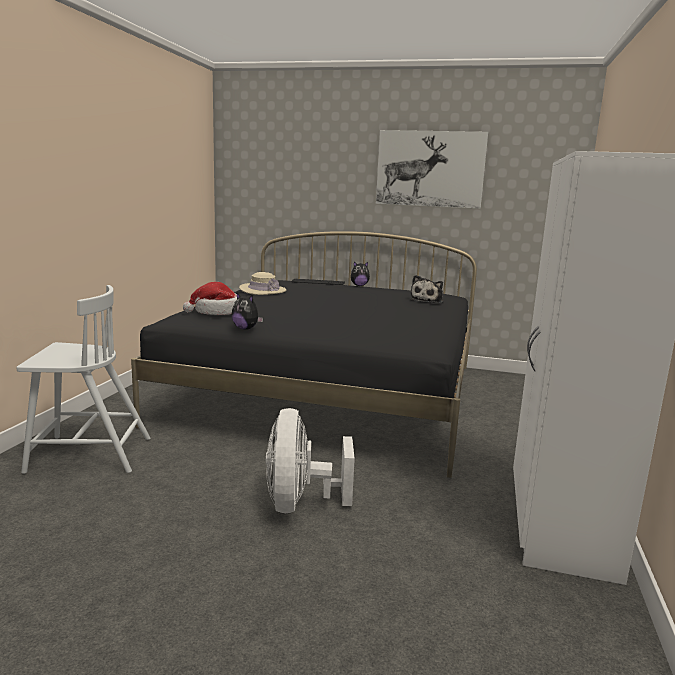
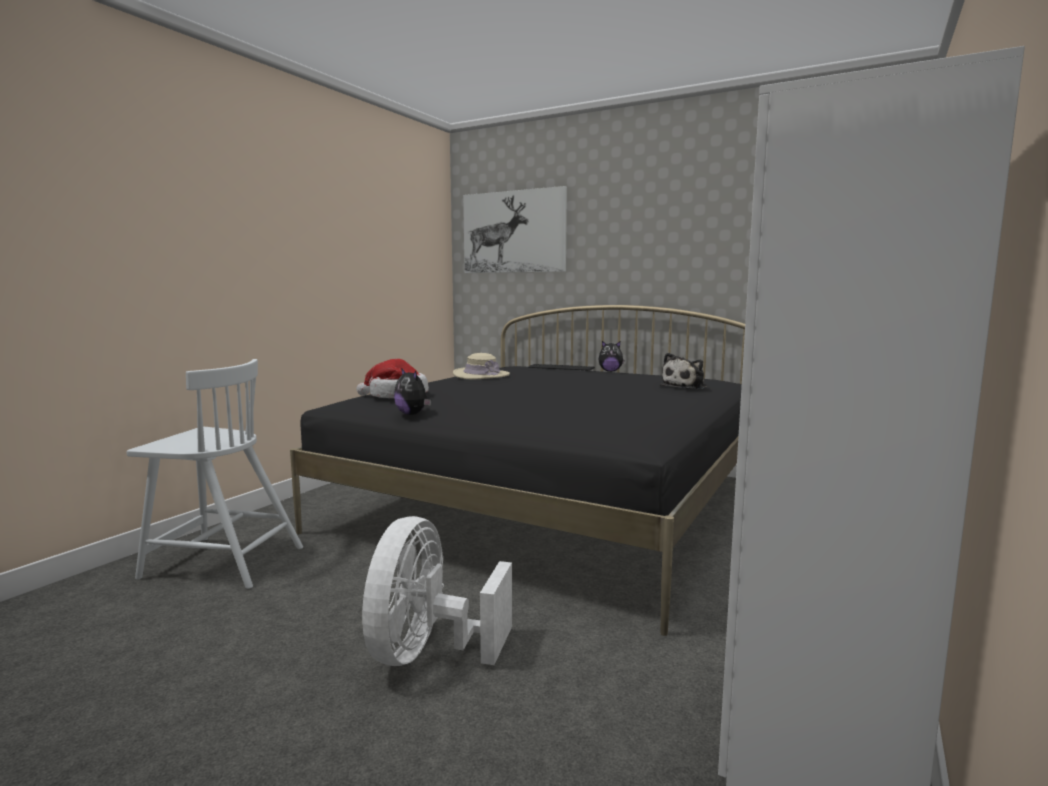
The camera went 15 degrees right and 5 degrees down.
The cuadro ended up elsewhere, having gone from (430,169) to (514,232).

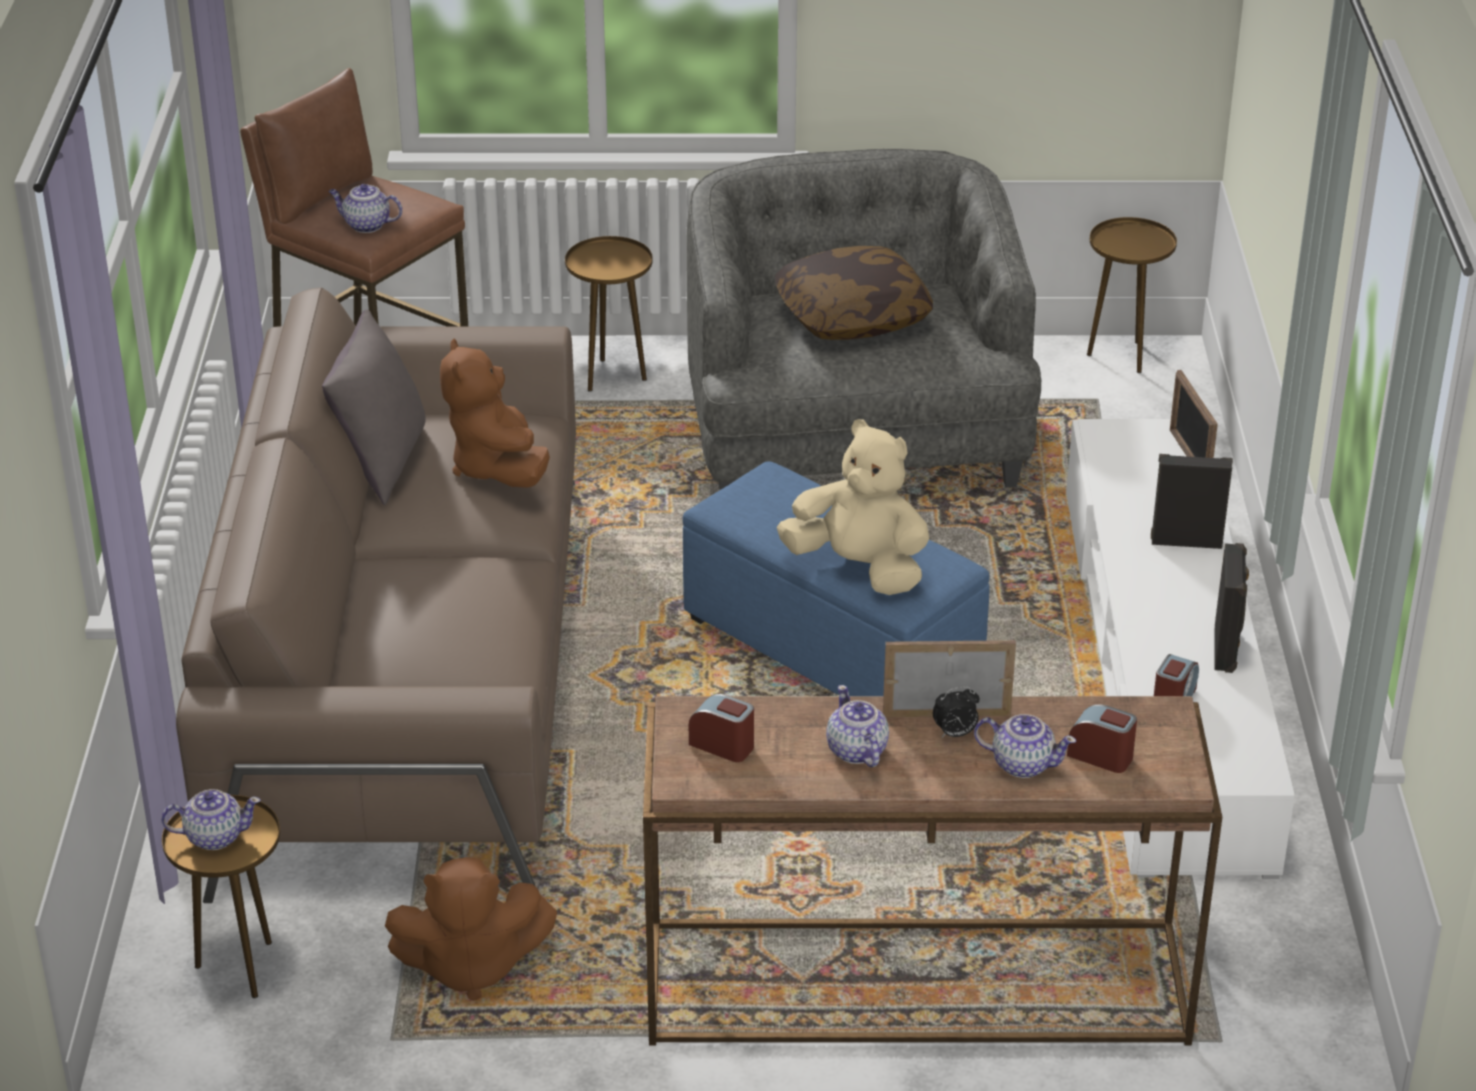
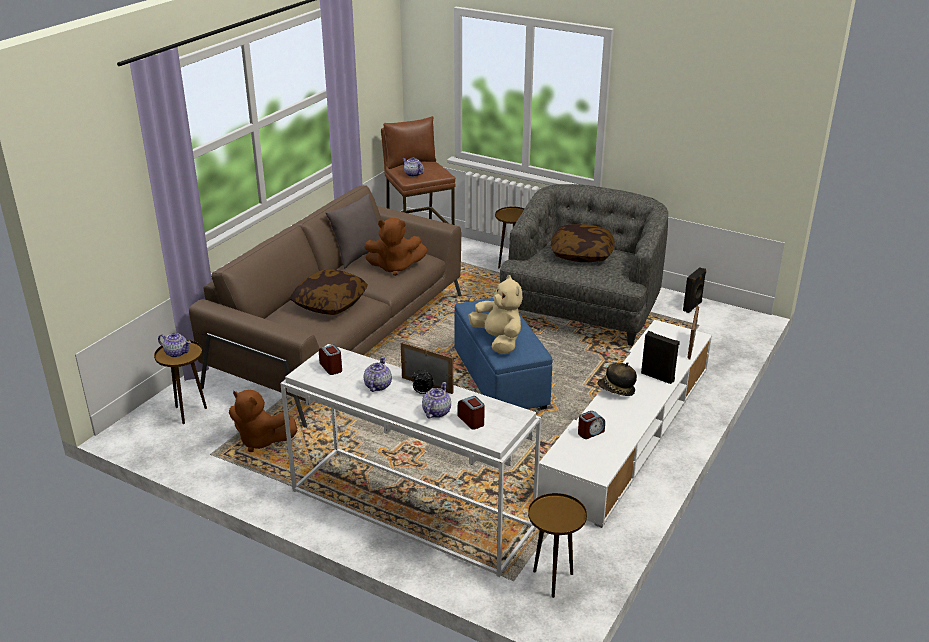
The camera went 30 degrees right and 5 degrees down.
The second view gained the cojín at (330,303).
The second view gained the sombrero at (616,390).
The mesa auxiliar/marrón ended up elsewhere, having gone from (1122,356) to (553,580).
The altavoz/negro ended up elsewhere, having gone from (1226,649) to (693,307).
What was the mesa consola/marrón at (912,987) turned into the mesa consola/blanco at (409,509).
The peluche/marrón at (497,467) ended up facing another way, 105 degrees counterclockwise from before.
The tetera at (1022,764) ended up facing another way, 120 degrees counterclockwise from before.

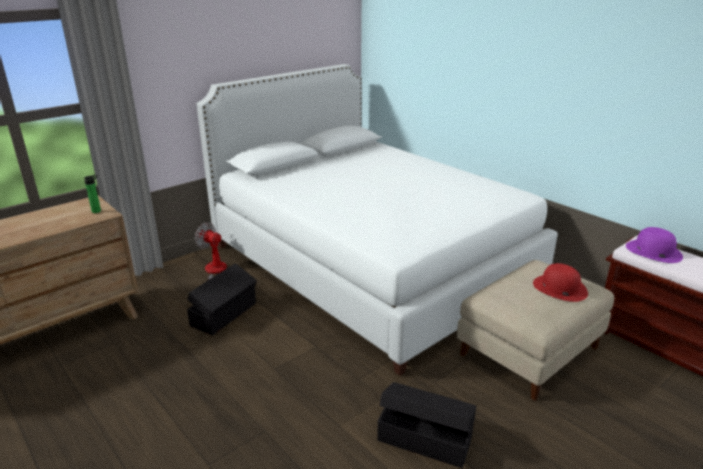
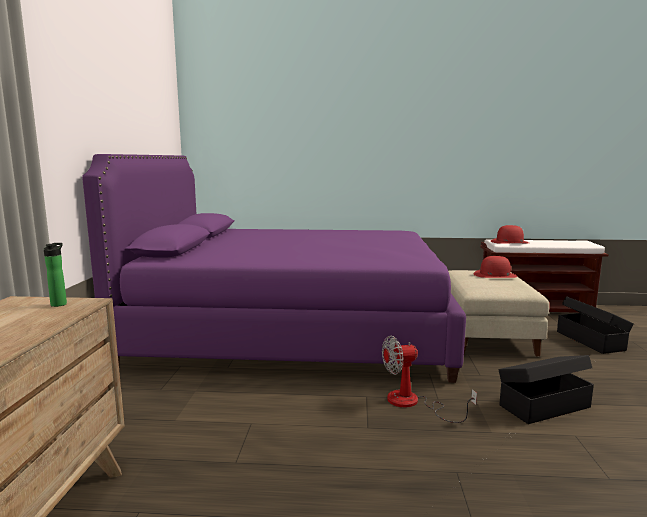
The camera went 45 degrees left and 15 degrees down.
The caja de almacenaje/negro ended up elsewhere, having gone from (225,314) to (590,340).
The ventilador ended up elsewhere, having gone from (215,272) to (413,403).
What was the cama/blanco at (370,264) turned into the cama/morado at (293,332).
What was the sombrero/morado at (653,251) turned into the sombrero/rojo at (509,242).

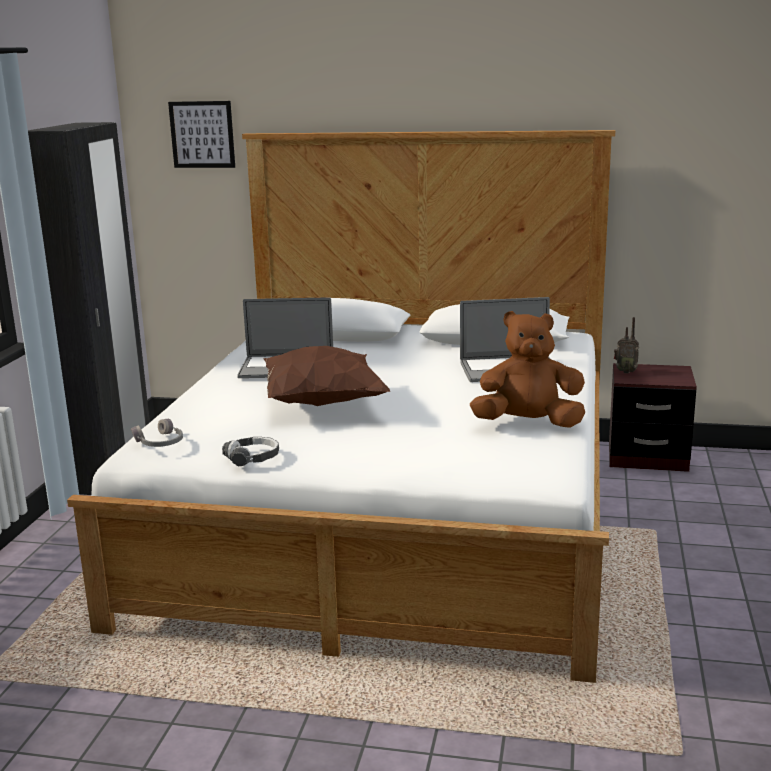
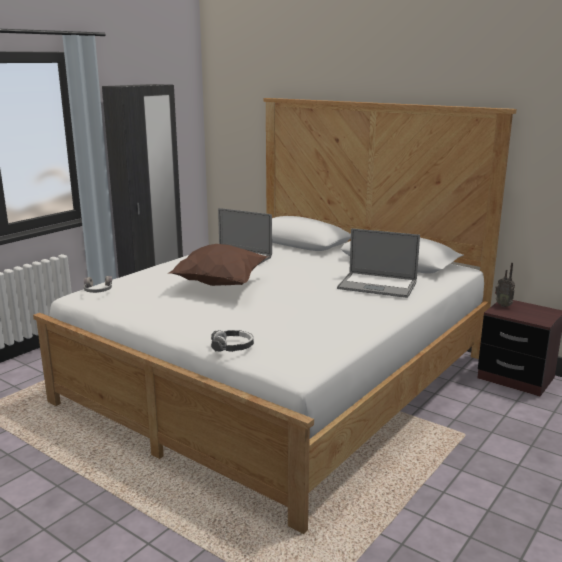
The camera went 25 degrees right and 0 degrees up.
The second view lost the cuadro at (202,134).
The second view lost the peluche/marrón at (528,424).
The auriculares ended up elsewhere, having gone from (252,458) to (232,347).

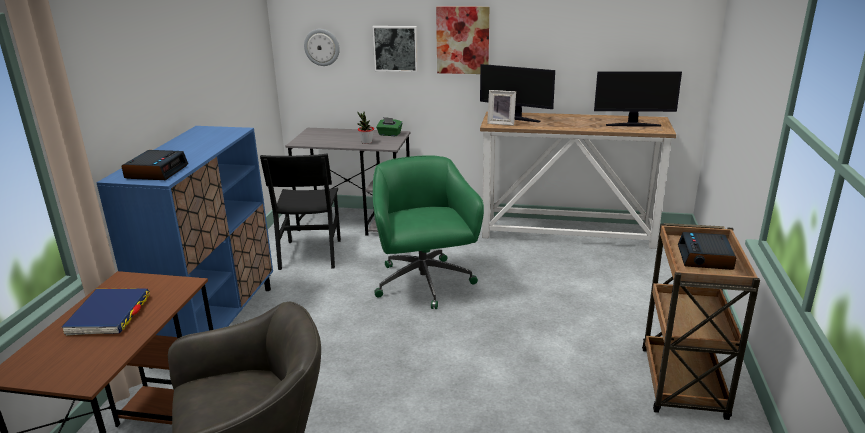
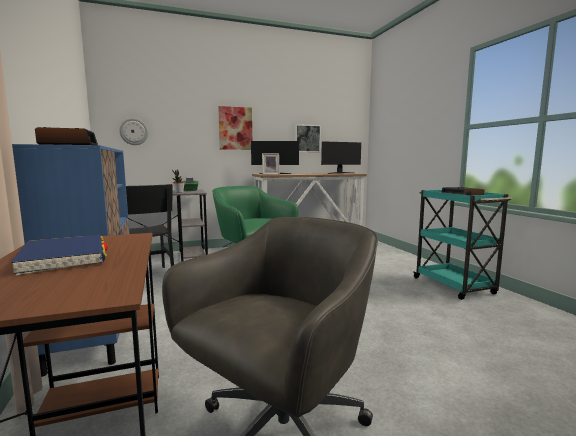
The camera went 30 degrees left and 15 degrees down.
The cuadro ended up elsewhere, having gone from (396,48) to (307,138).
What was the carrito/marrón at (683,384) turned into the carrito/turquesa at (454,286).

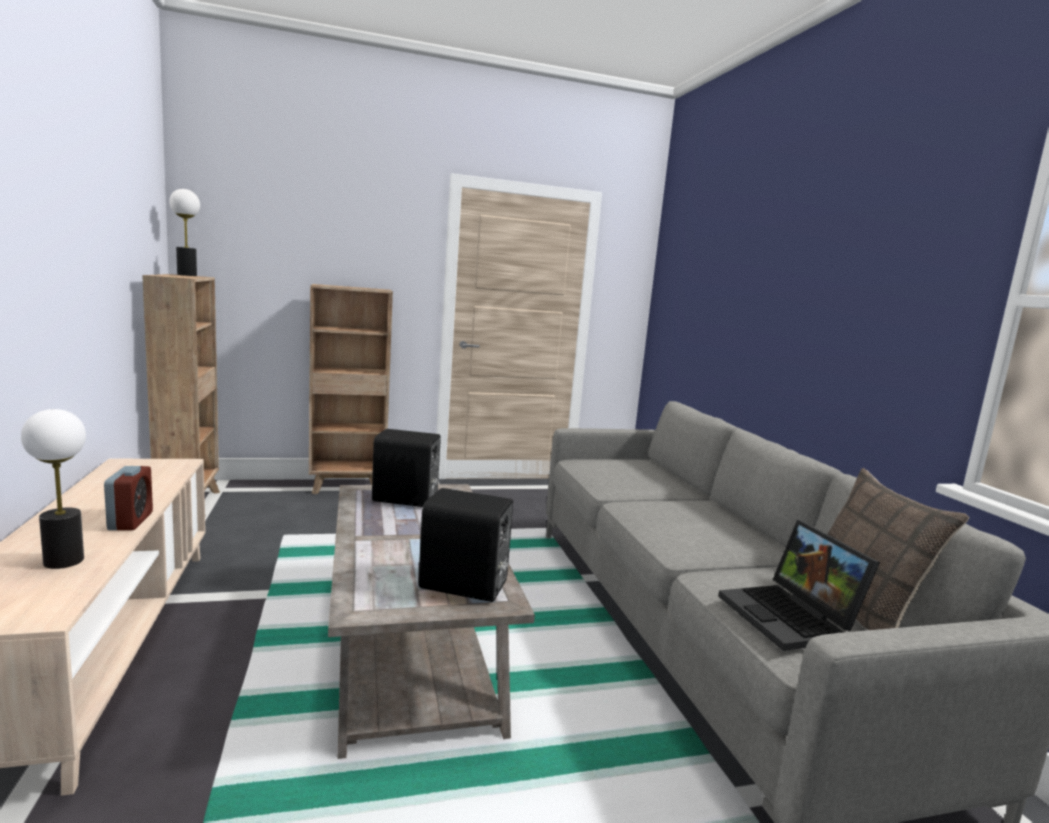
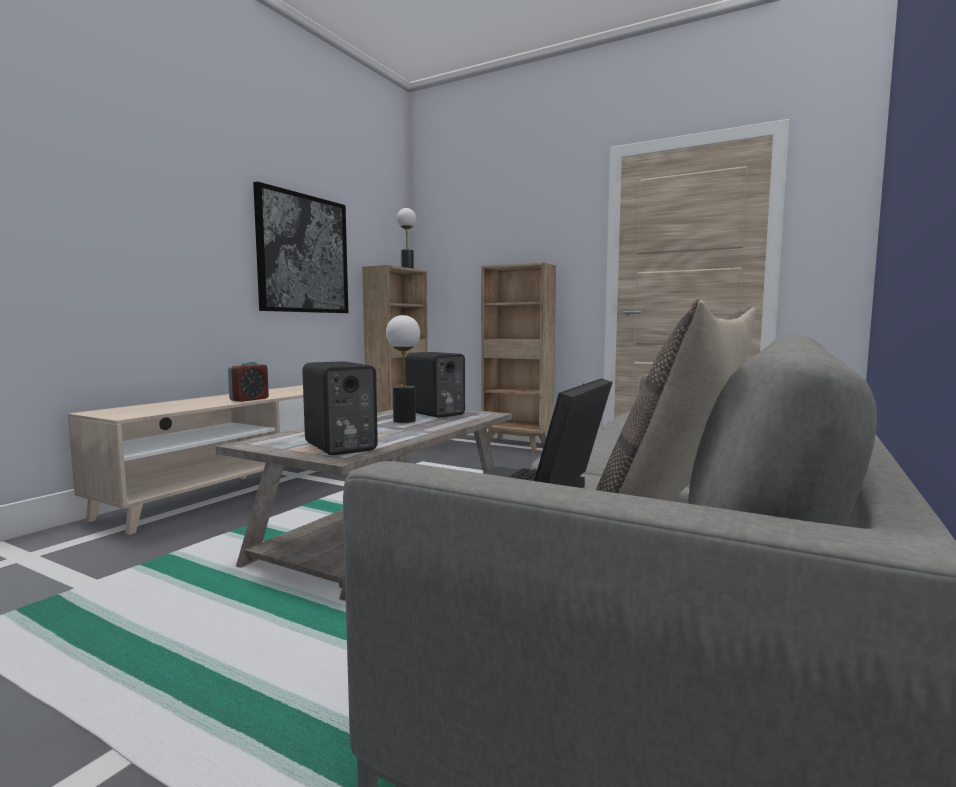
The camera went 45 degrees right and 5 degrees down.
The second view gained the cuadro at (303,254).
The lámpara de mesa ended up elsewhere, having gone from (63,561) to (404,421).

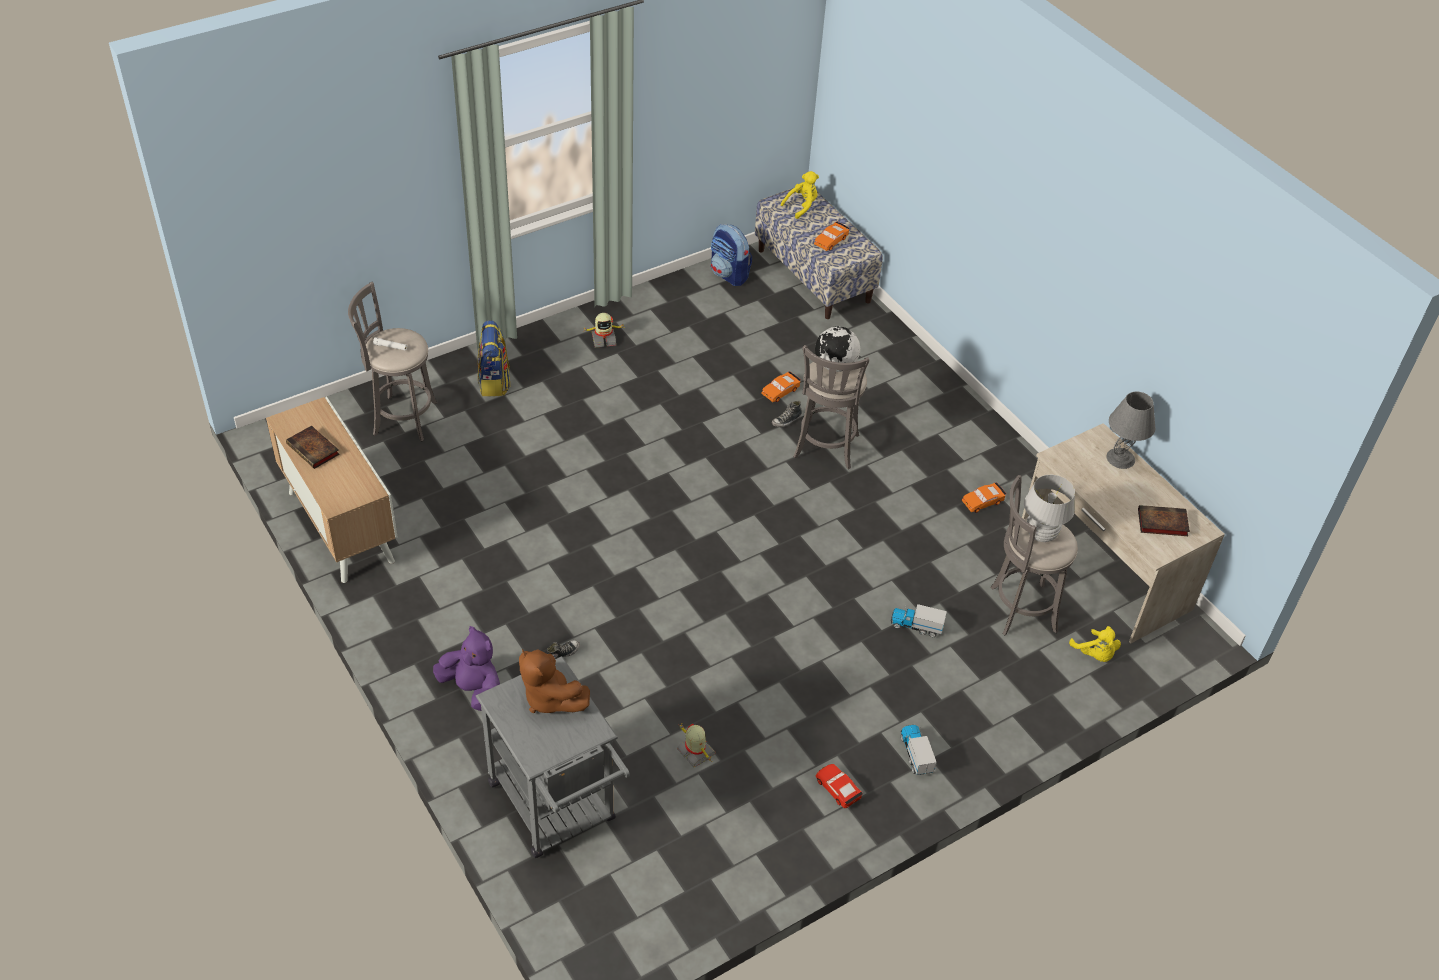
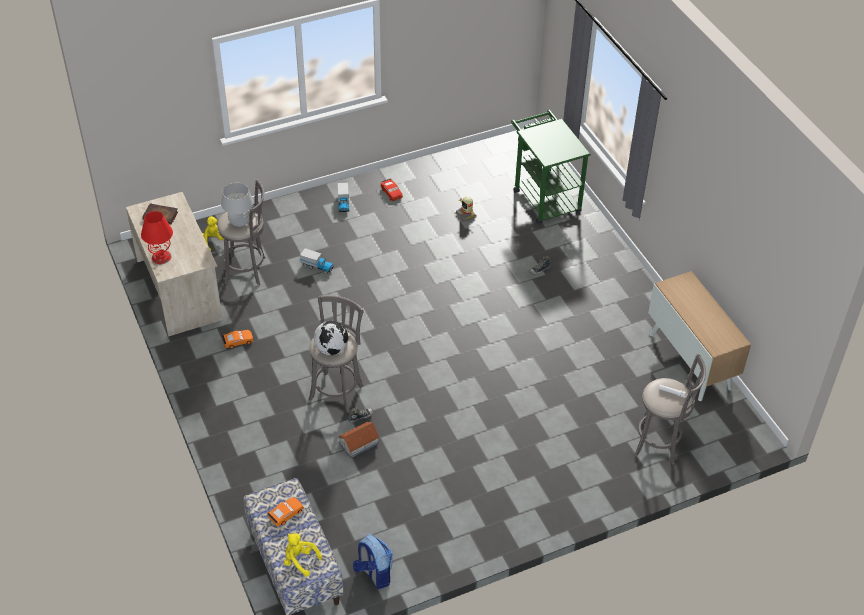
The camera went 170 degrees left and 0 degrees up.
The second view lost the libro at (314,450).
The second view lost the peluche/morado at (472,689).
The second view lost the mochila at (494,382).
The second view lost the peluche/marrón at (549,698).
The second view lost the robot de juguete at (603,339).
Where the coche de juguete/naranja stood at (780,391), the casita came to stand at (358,443).
What was the carrito/gris at (557,809) turned into the carrito/verde at (543,197).
What was the lámpara de mesa/gris at (1120,458) turned into the lámpara de mesa/rojo at (161,257).
The peluche/amarillo at (802,206) ended up facing another way, 60 degrees clockwise from before.

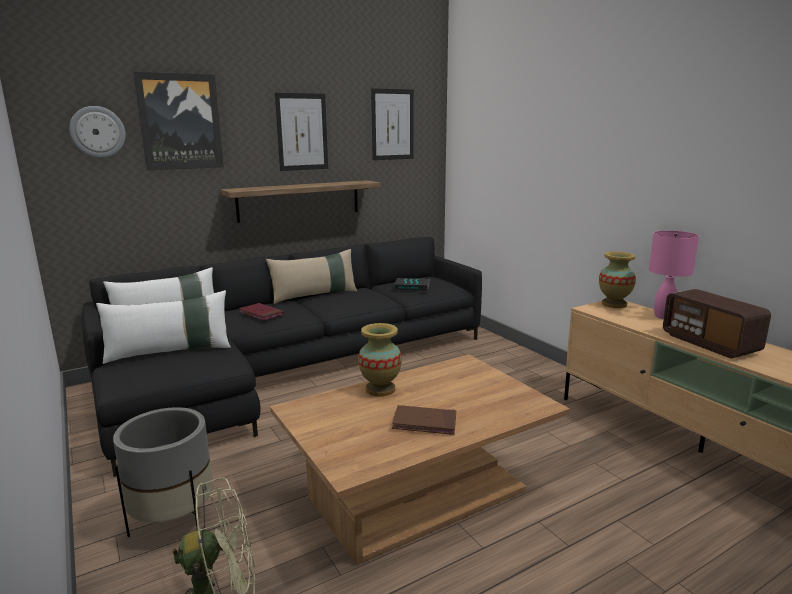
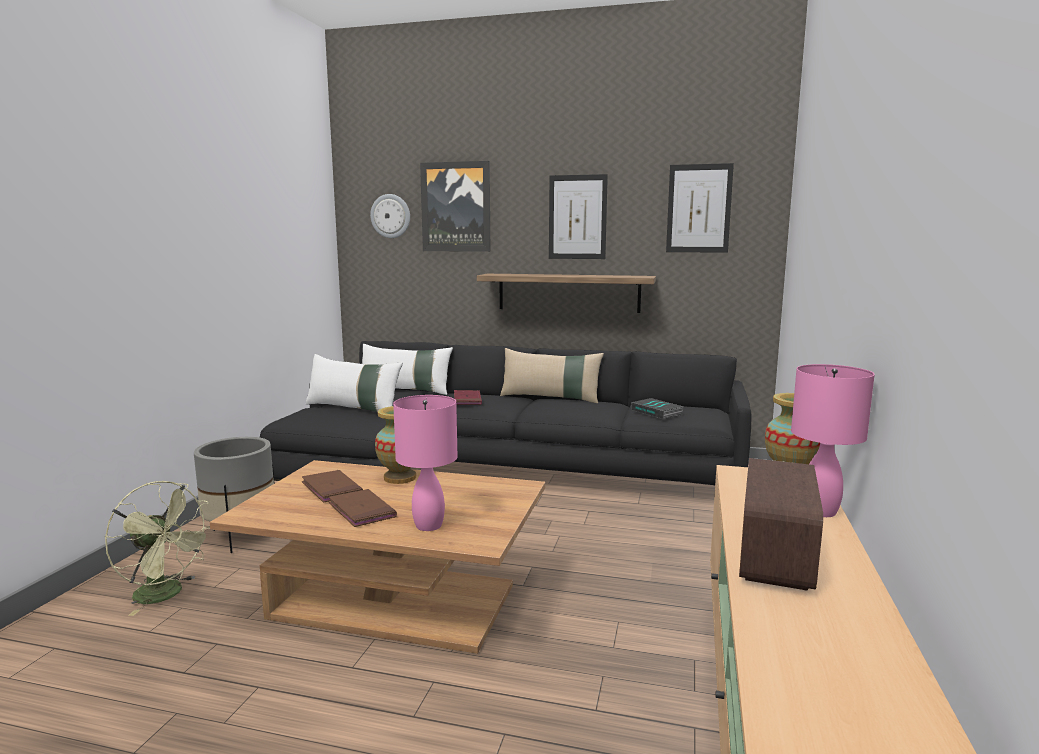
The camera went 45 degrees right and 5 degrees down.
The second view gained the libro/marrón at (332,489).
The second view gained the lámpara de mesa/rosa at (429,526).

